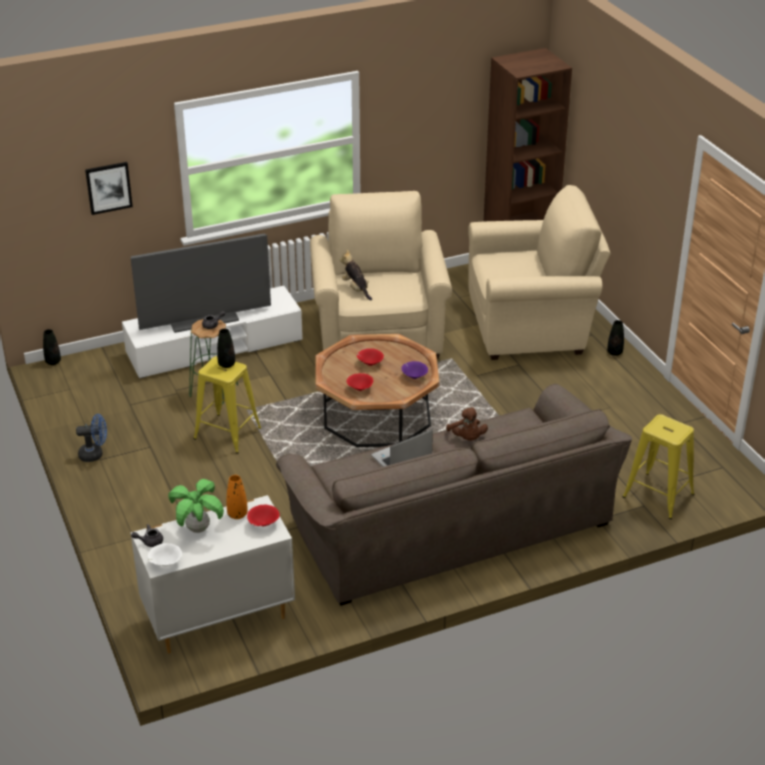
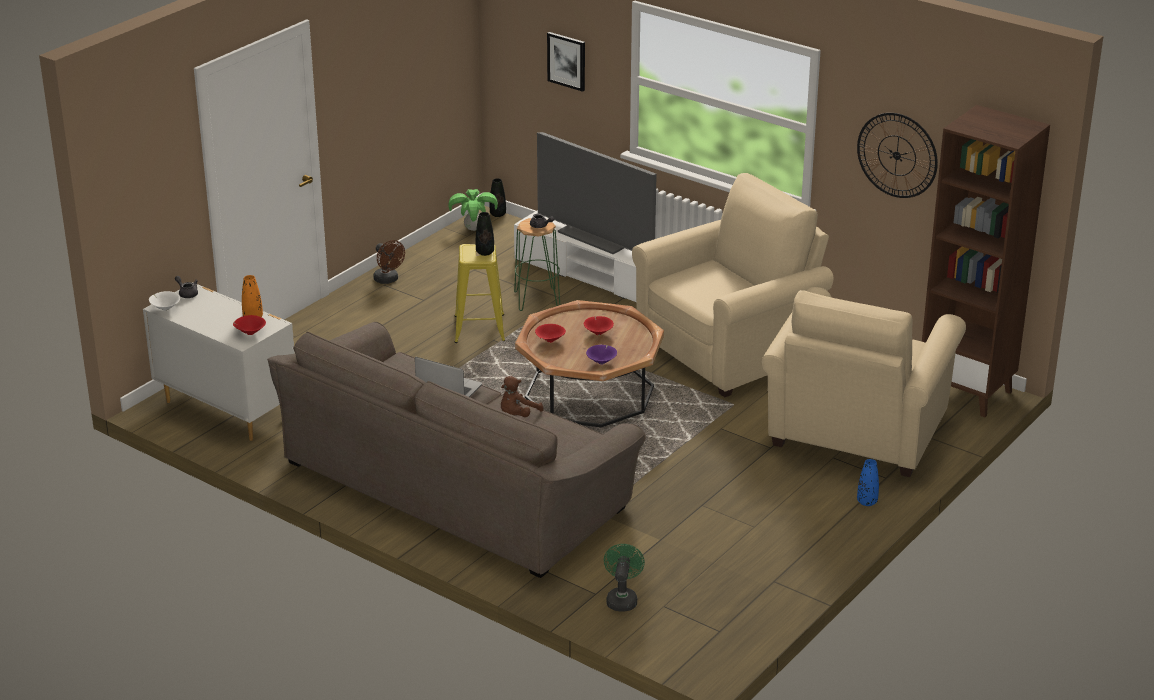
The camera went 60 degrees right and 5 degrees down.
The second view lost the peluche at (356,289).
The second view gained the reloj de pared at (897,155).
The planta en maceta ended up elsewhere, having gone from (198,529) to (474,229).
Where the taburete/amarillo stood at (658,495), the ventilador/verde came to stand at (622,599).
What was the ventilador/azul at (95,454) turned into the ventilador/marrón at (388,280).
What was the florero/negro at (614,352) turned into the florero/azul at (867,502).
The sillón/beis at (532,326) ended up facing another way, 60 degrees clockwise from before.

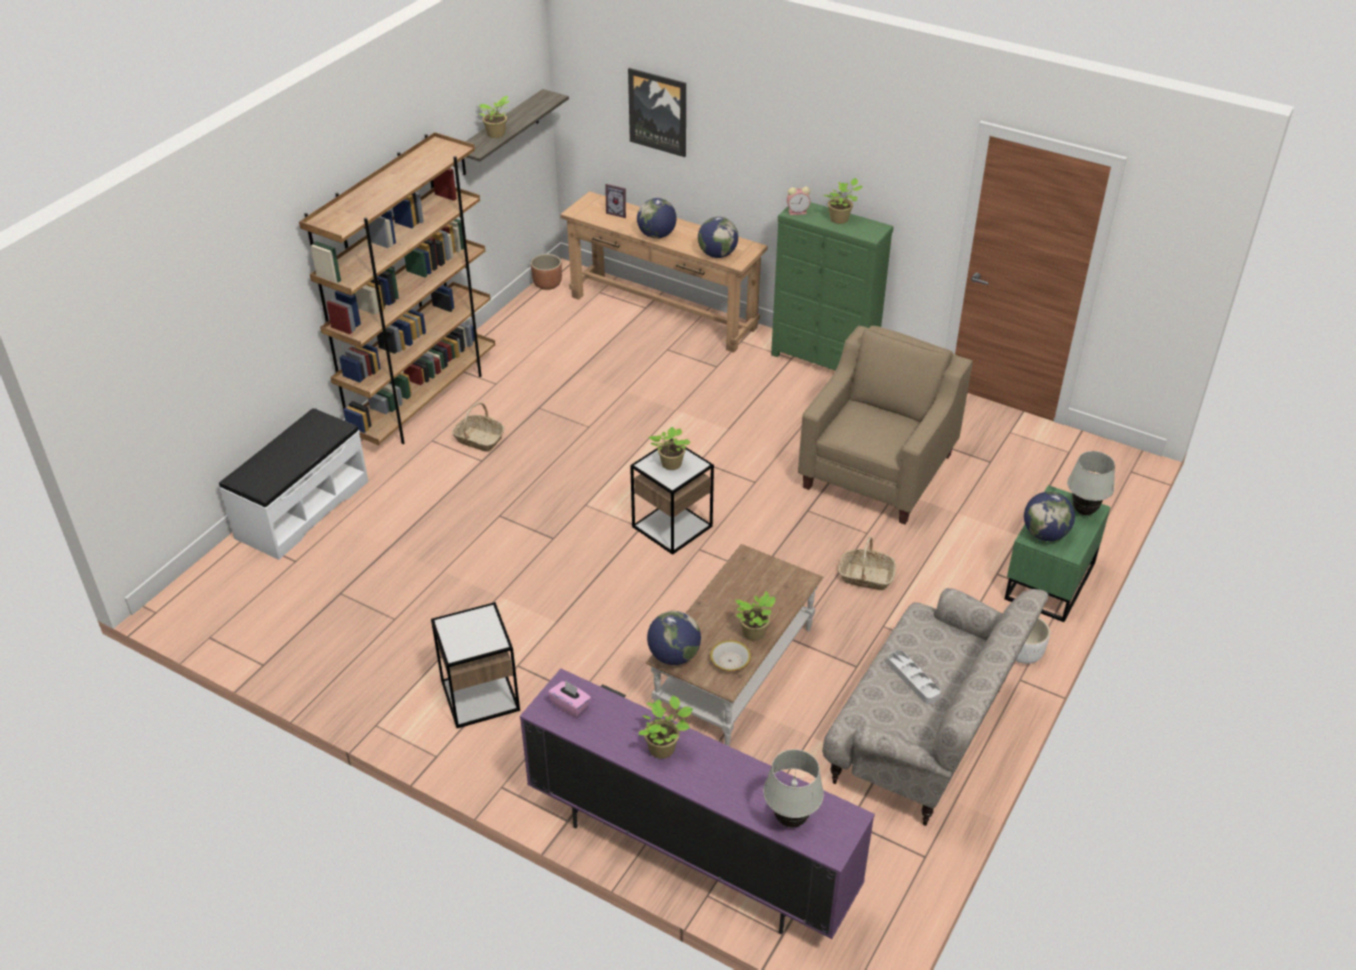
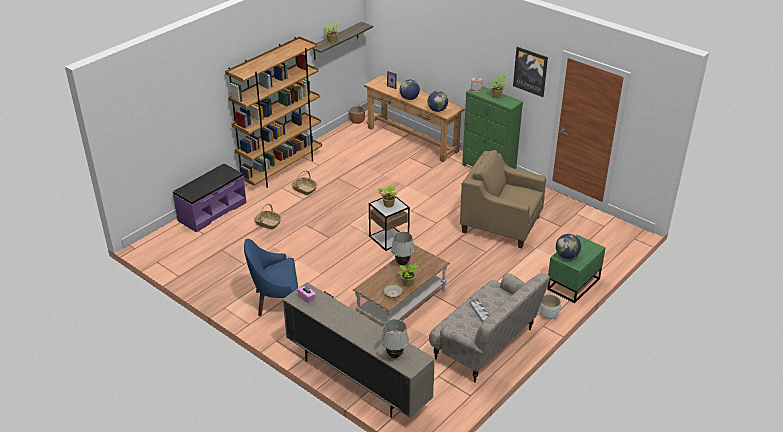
The camera went 10 degrees right and 5 degrees down.
The second view lost the planta en maceta at (664,748).
The second view lost the globo terráqueo at (674,656).
The cuadro ended up elsewhere, having gone from (658,112) to (530,71).
The cesta ended up elsewhere, having gone from (866,576) to (267,223).
The lámpara de mesa/blanco ended up elsewhere, having gone from (1083,511) to (402,263).
Where the mesa auxiliar stood at (480,695), the sillón/azul came to stand at (276,301).
What was the banco/blanco at (302,509) turned into the banco/morado at (212,211).
What was the mueble de televisión/morado at (688,854) turned into the mueble de televisión/beis at (356,379).
The sillón/beis at (878,471) ended up facing another way, 105 degrees counterclockwise from before.

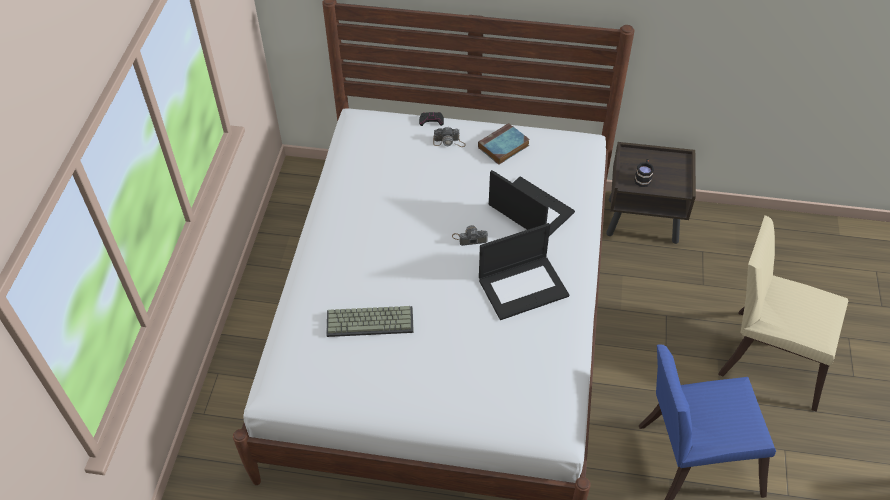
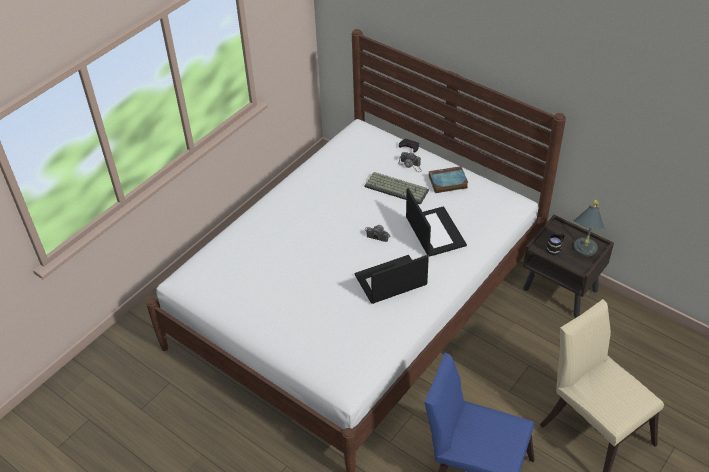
The camera went 30 degrees right and 5 degrees down.
The second view gained the lámpara de mesa/gris at (582,253).
The teclado ended up elsewhere, having gone from (371,320) to (397,188).
The portátil at (523,286) ended up facing another way, 150 degrees clockwise from before.

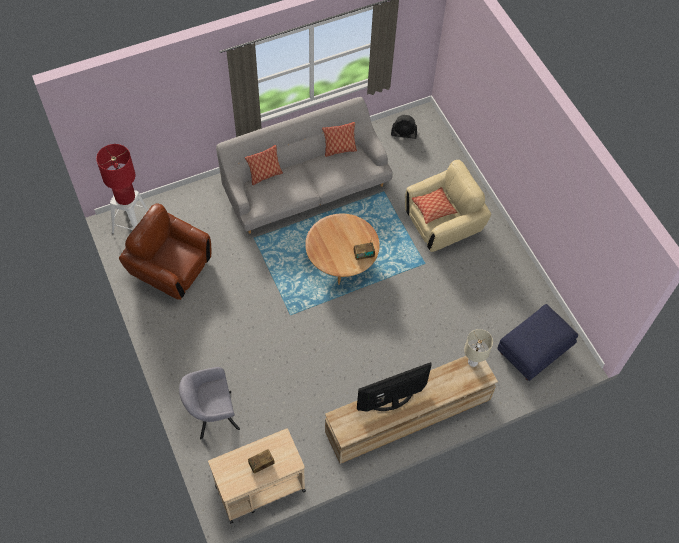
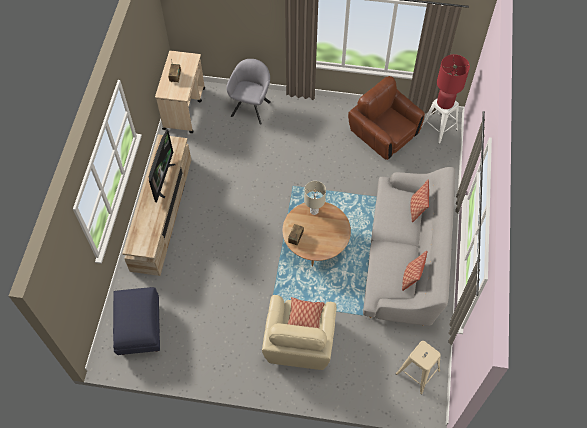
The camera went 125 degrees right and 0 degrees up.
The lámpara de mesa/beis ended up elsewhere, having gone from (472,362) to (314,211).
Where the ventilador/negro stood at (404,134), the taburete/beis came to stand at (418,372).
The sillón/marrón at (171,268) ended up facing another way, 105 degrees counterclockwise from before.

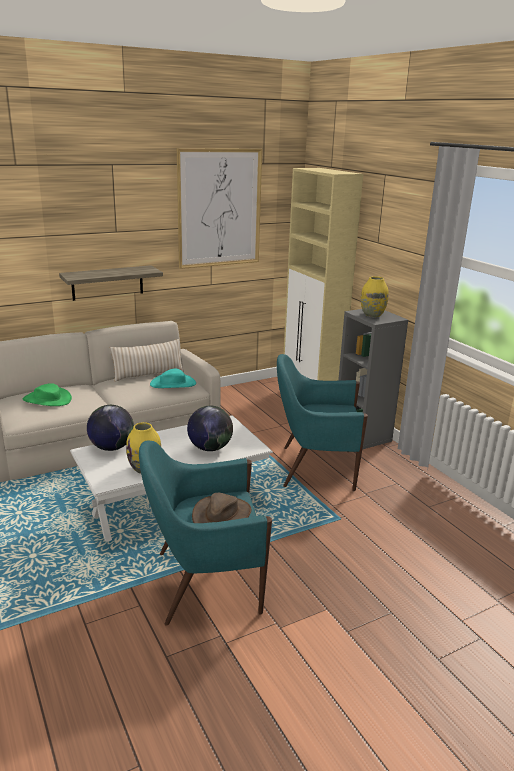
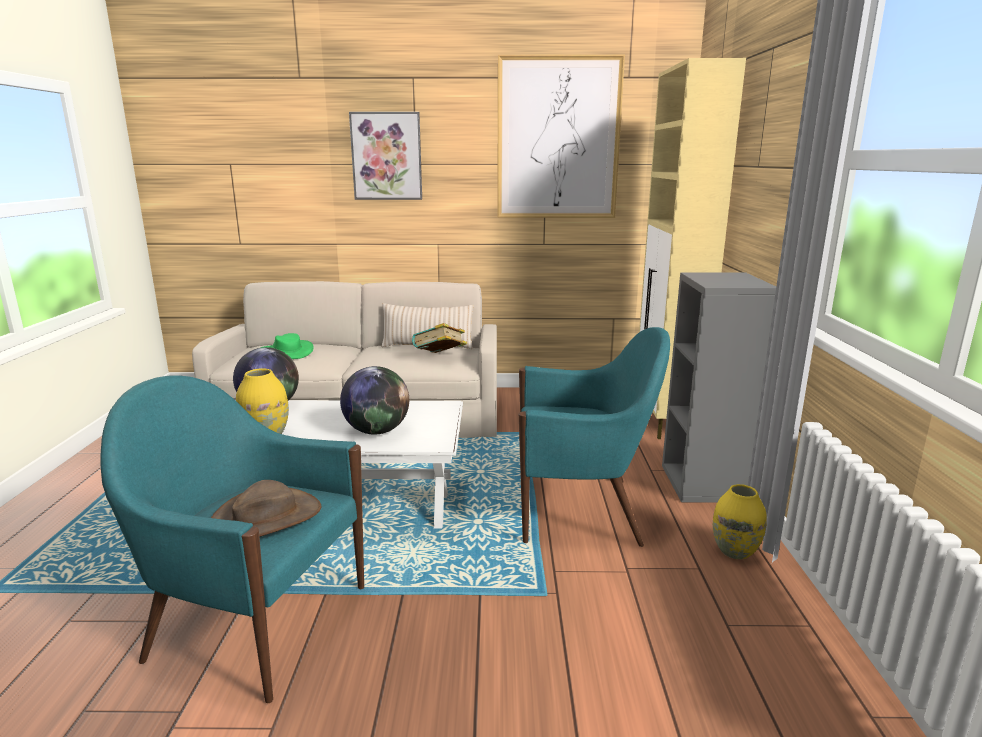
The camera went 30 degrees right and 5 degrees down.
The second view lost the estante at (107,282).
The second view gained the cuadro at (386,156).
The florero/amarillo ended up elsewhere, having gone from (372,315) to (734,551).
Where the sombrero/turquesa stood at (173,384), the libro came to stand at (440,358).
The sillón/turquesa at (315,468) ended up facing another way, 150 degrees clockwise from before.

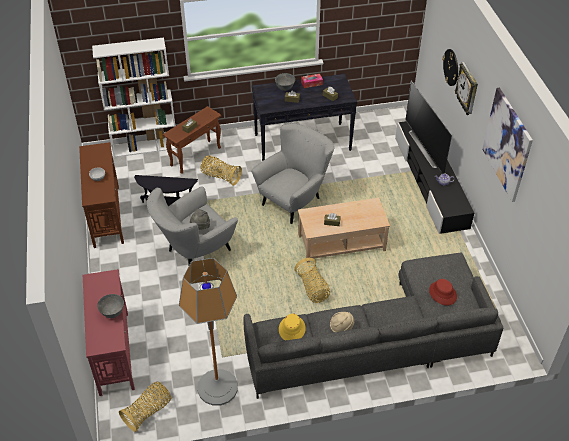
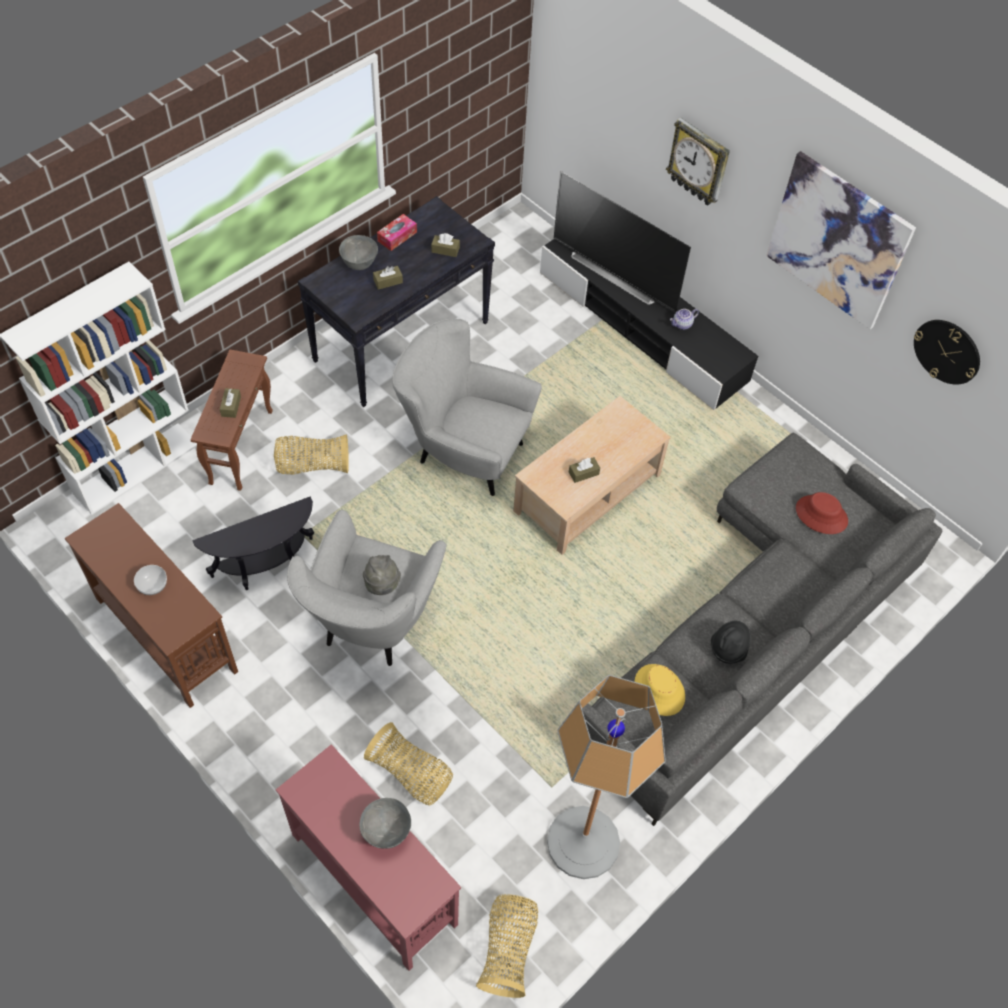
The camera went 35 degrees left and 10 degrees up.
The cesta ended up elsewhere, having gone from (312,288) to (411,774).
The reloj de pared ended up elsewhere, having gone from (451,67) to (947,351).
What was the sombrero/beis at (341,328) turned into the sombrero/negro at (728,649).
The sillón/gris at (294,200) ended up facing another way, 75 degrees counterclockwise from before.

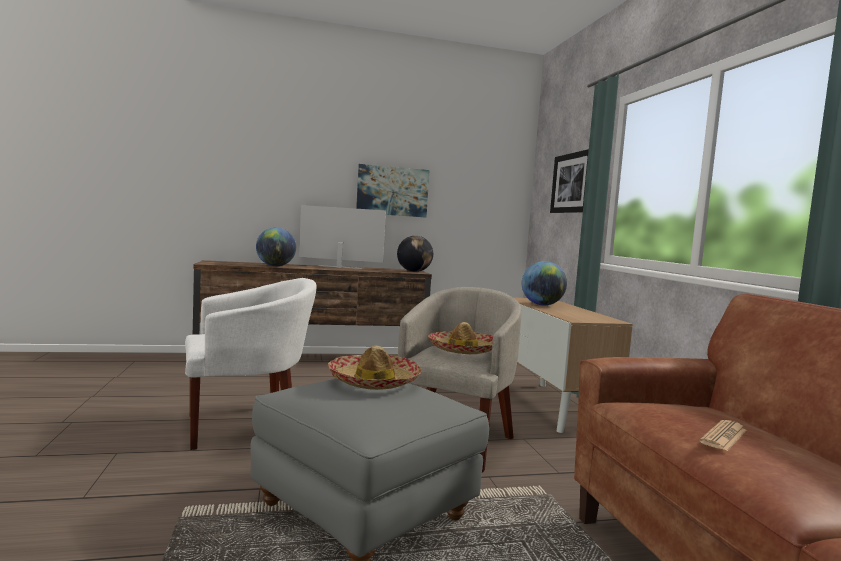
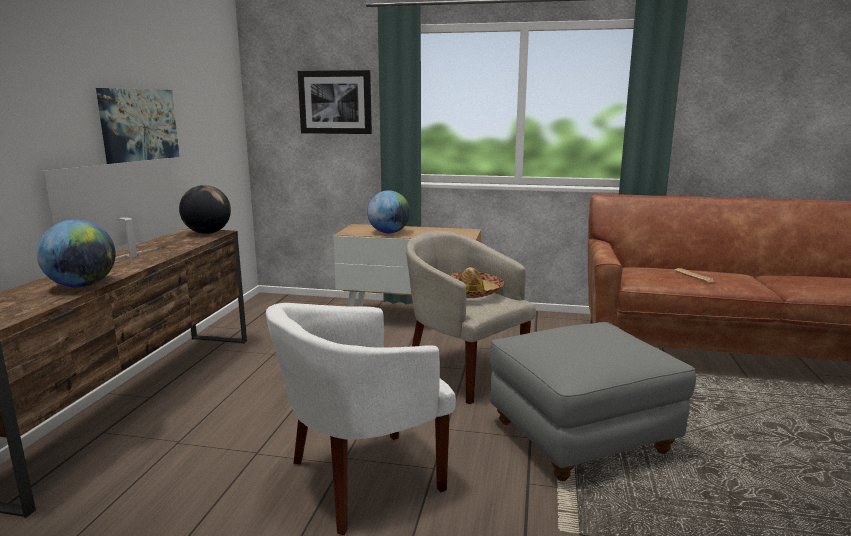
The camera went 65 degrees left and 10 degrees up.
The second view lost the sombrero at (374,382).
The sillón/blanco at (246,426) ended up facing another way, 120 degrees counterclockwise from before.

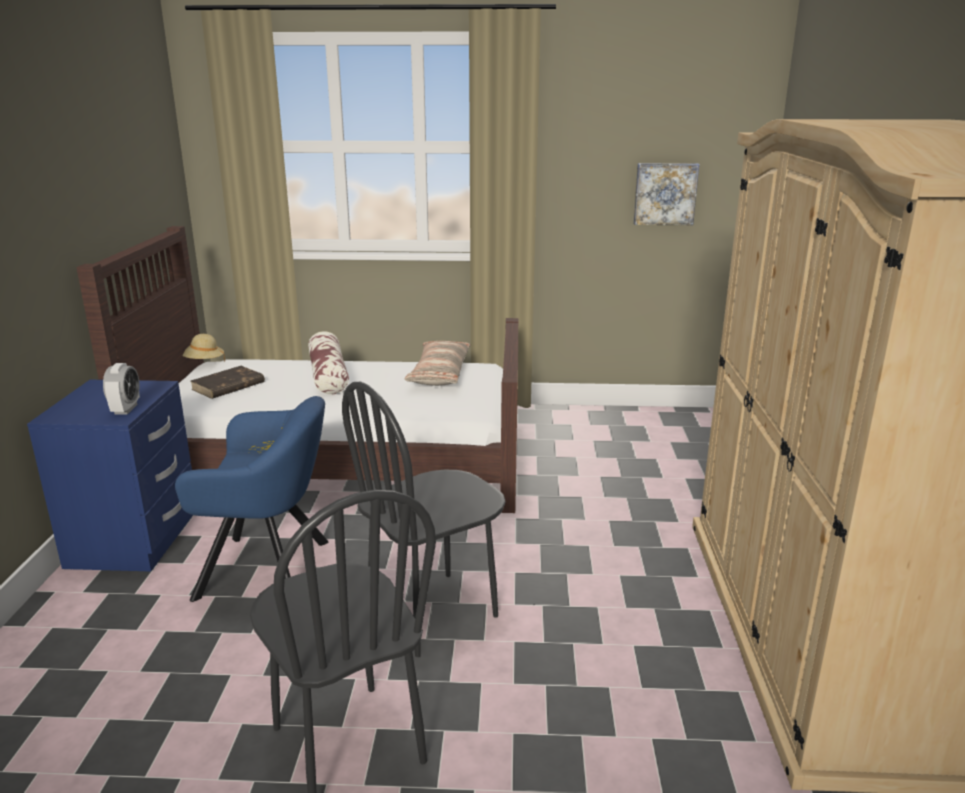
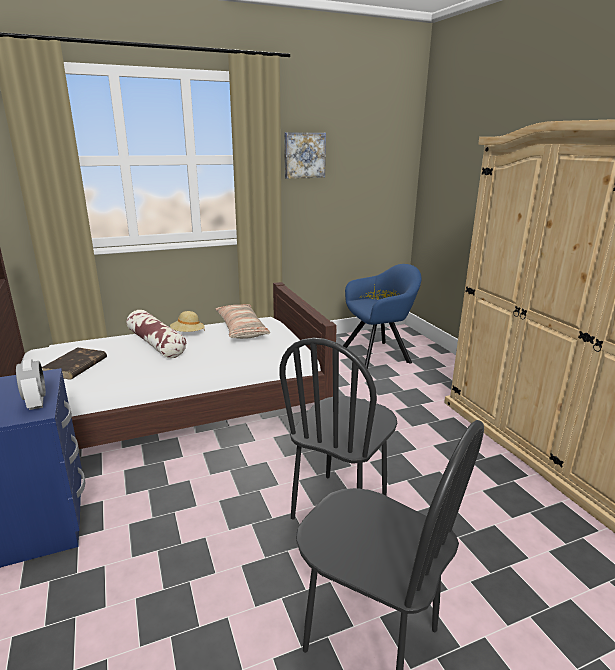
The camera went 25 degrees left and 0 degrees up.
The sillón/azul ended up elsewhere, having gone from (271,570) to (379,355).
The sombrero/beis ended up elsewhere, having gone from (203,362) to (188,334).
The cuadro ended up elsewhere, having gone from (665,193) to (304,155).

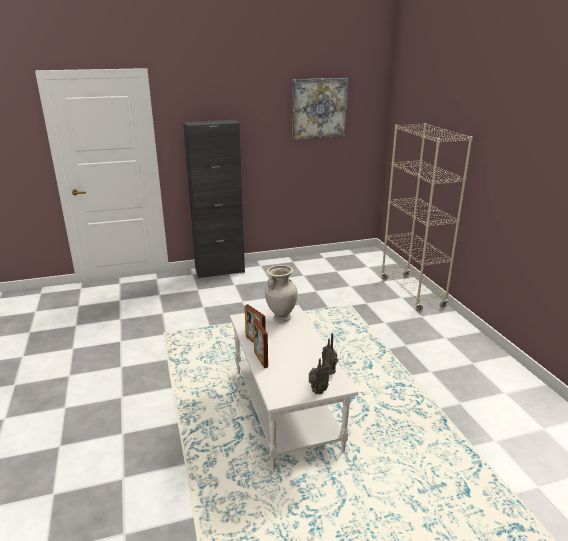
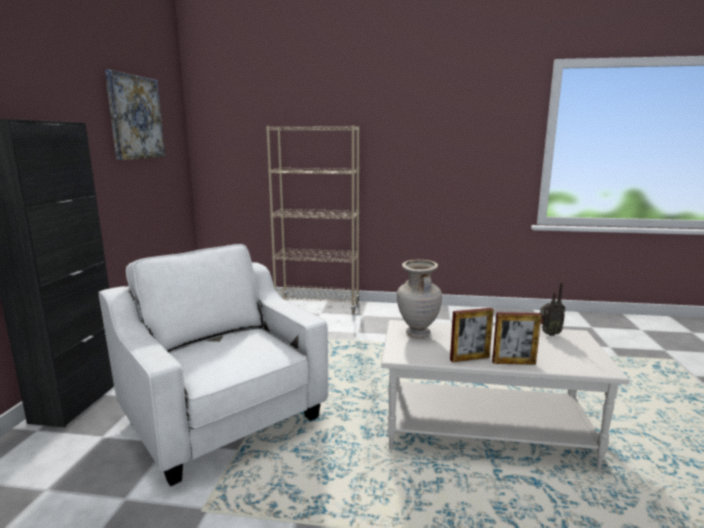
The camera went 65 degrees left and 10 degrees down.
The second view lost the radio at (317,392).
The second view gained the sillón/blanco at (225,419).

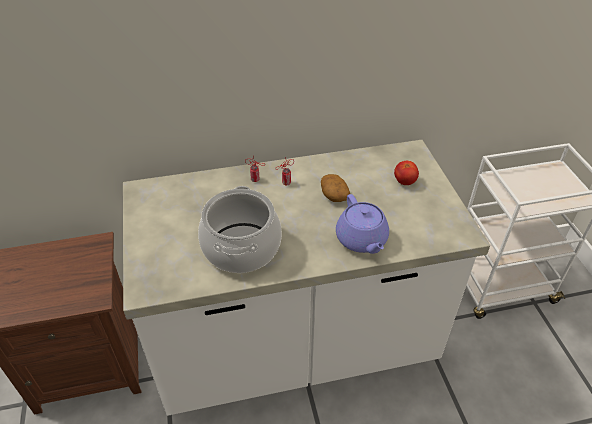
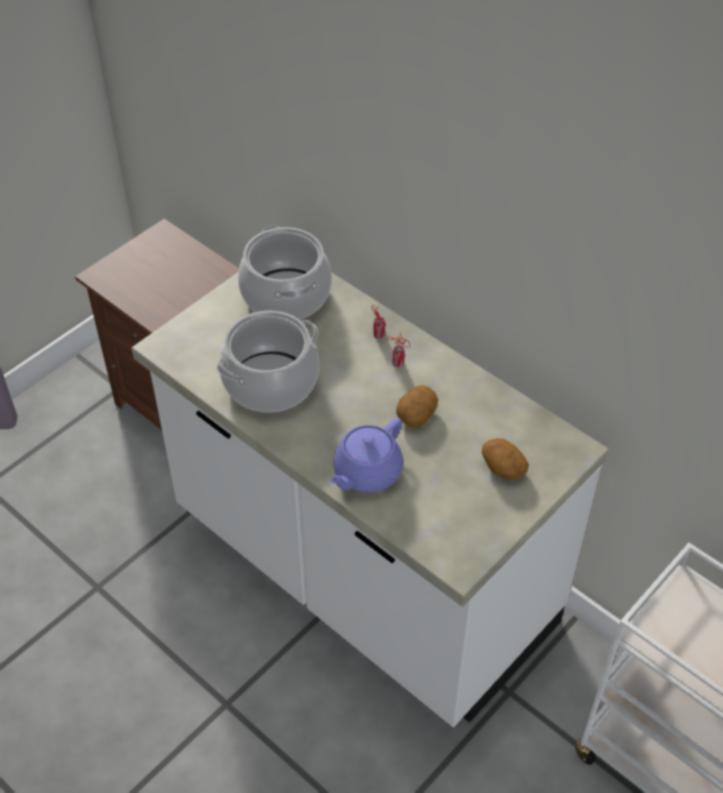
The camera went 55 degrees right and 5 degrees up.
The second view gained the olla at (285,295).
Where the tomate stood at (404,181), the patata came to stand at (502,467).

